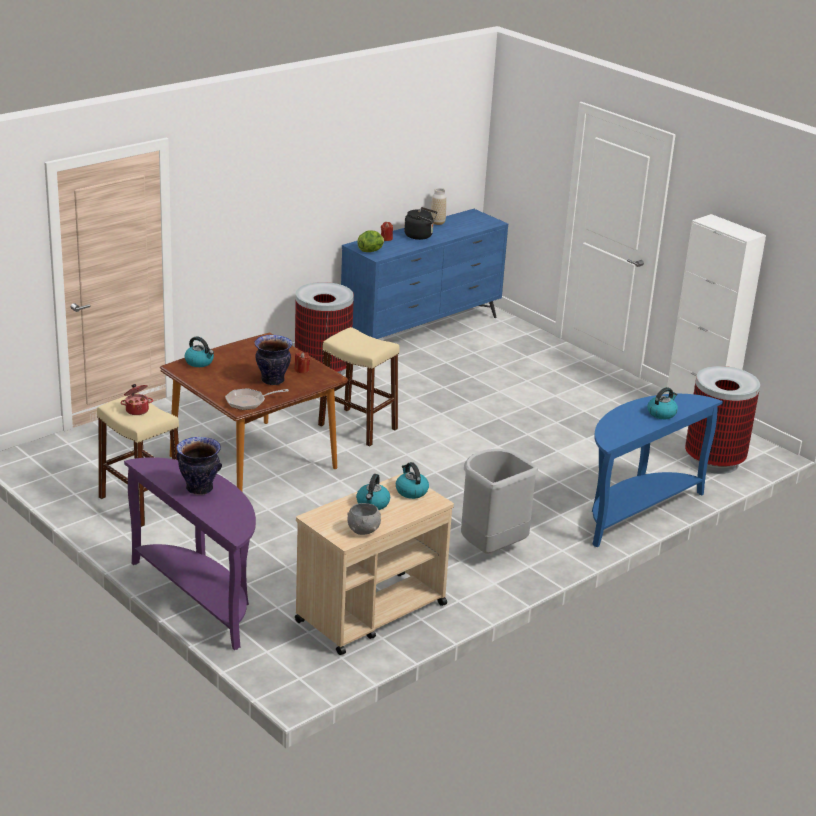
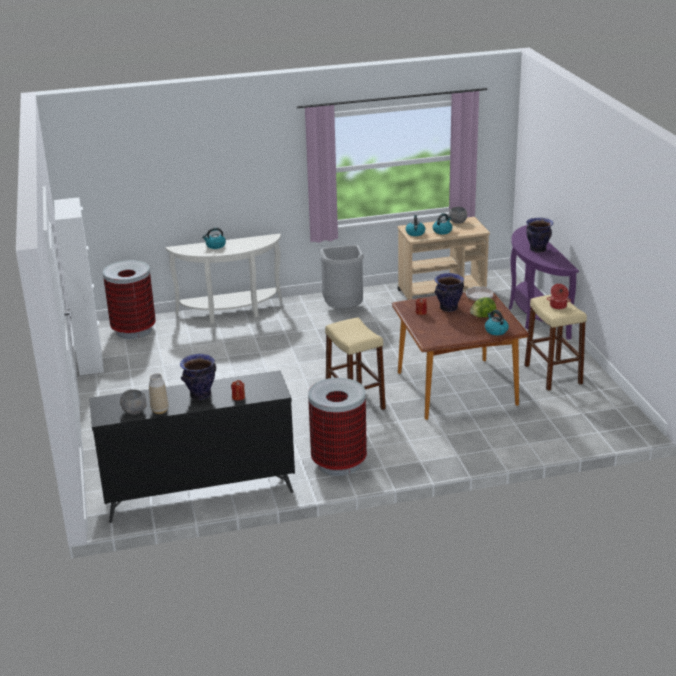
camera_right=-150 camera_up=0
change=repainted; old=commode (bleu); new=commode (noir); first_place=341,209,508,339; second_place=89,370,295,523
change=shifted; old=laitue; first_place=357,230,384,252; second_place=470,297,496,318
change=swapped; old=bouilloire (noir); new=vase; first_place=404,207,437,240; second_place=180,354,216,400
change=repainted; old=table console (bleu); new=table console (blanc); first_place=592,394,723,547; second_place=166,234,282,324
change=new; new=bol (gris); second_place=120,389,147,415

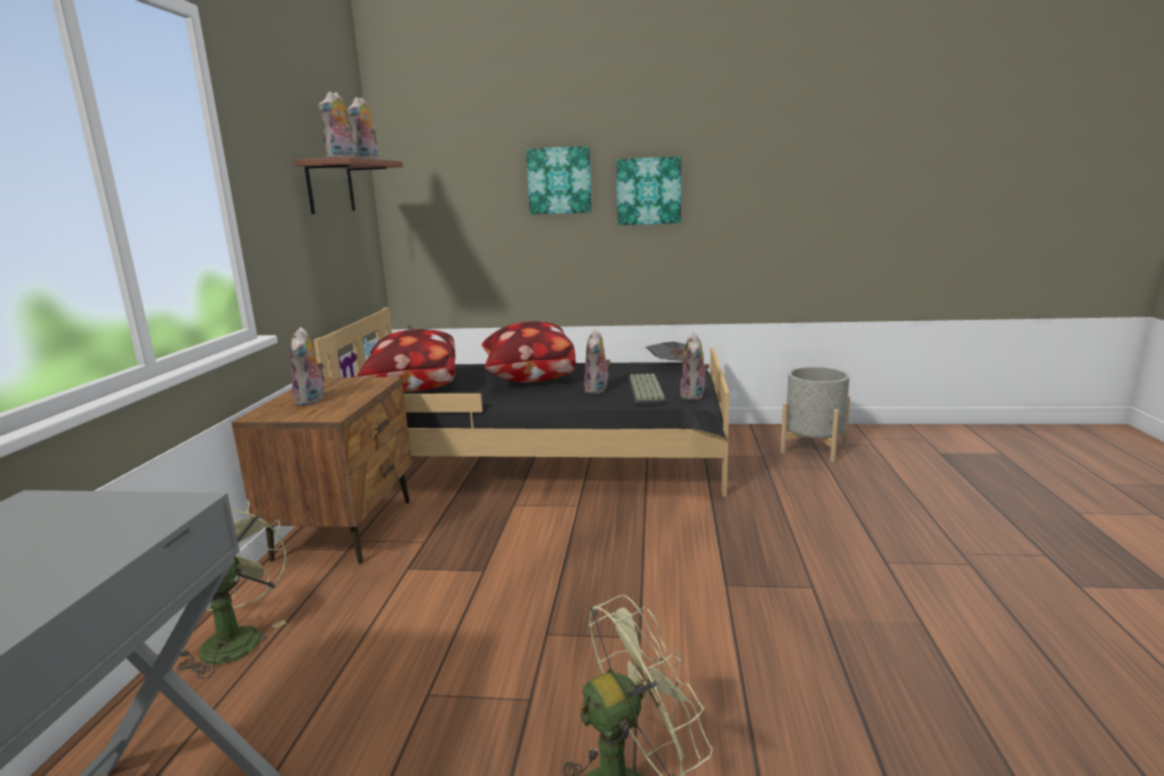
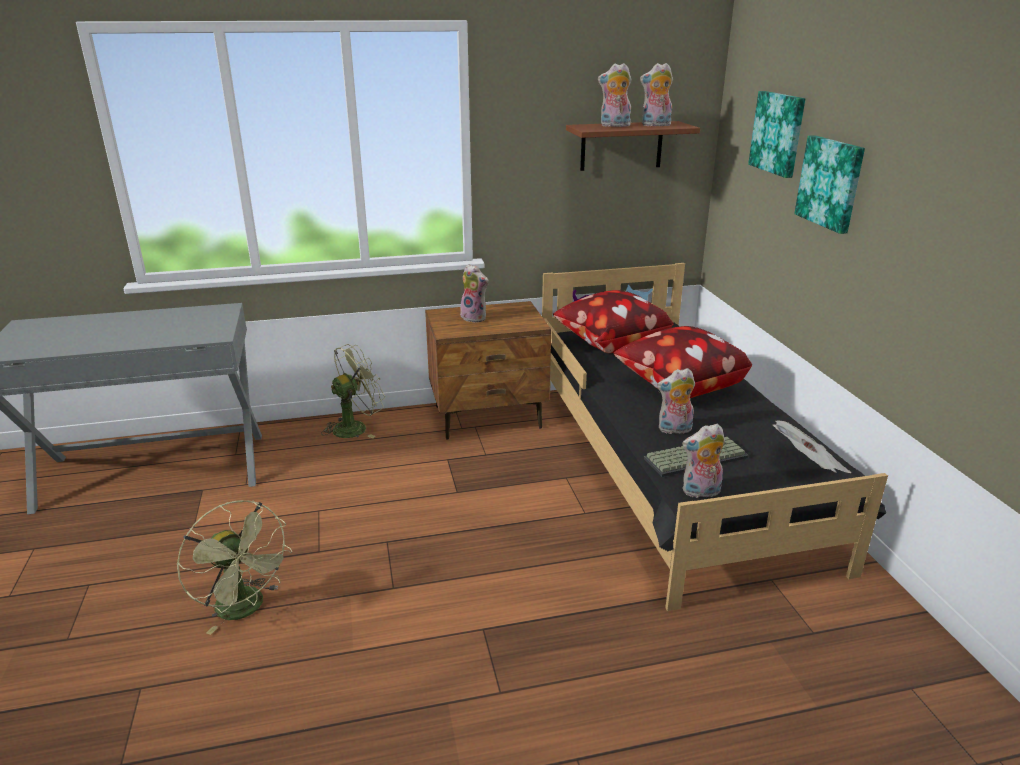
camera_right=70 camera_up=10
change=rotated; old=peluche; first_place=290,327,325,406; second_place=460,264,489,323; degrees=-120
change=shifted; old=tableau; first_place=616,156,681,225; second_place=748,91,805,178
change=gone; old=cache-pot (gris); first_place=780,367,850,462

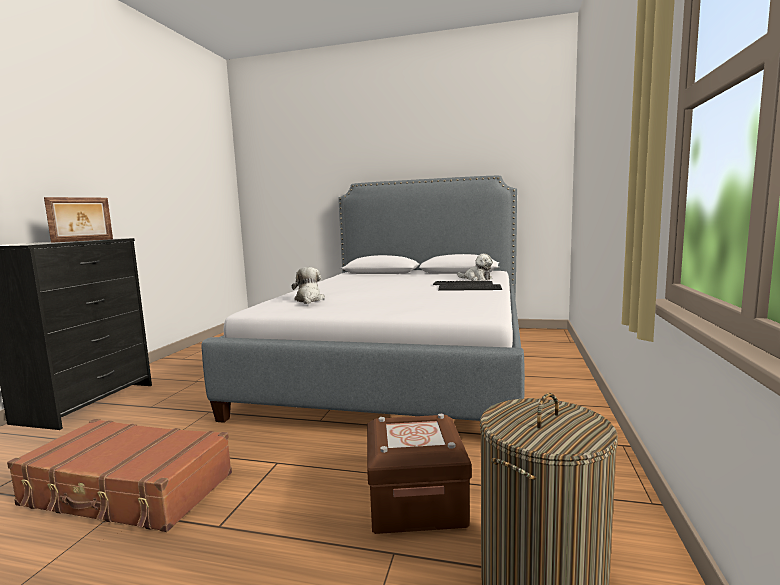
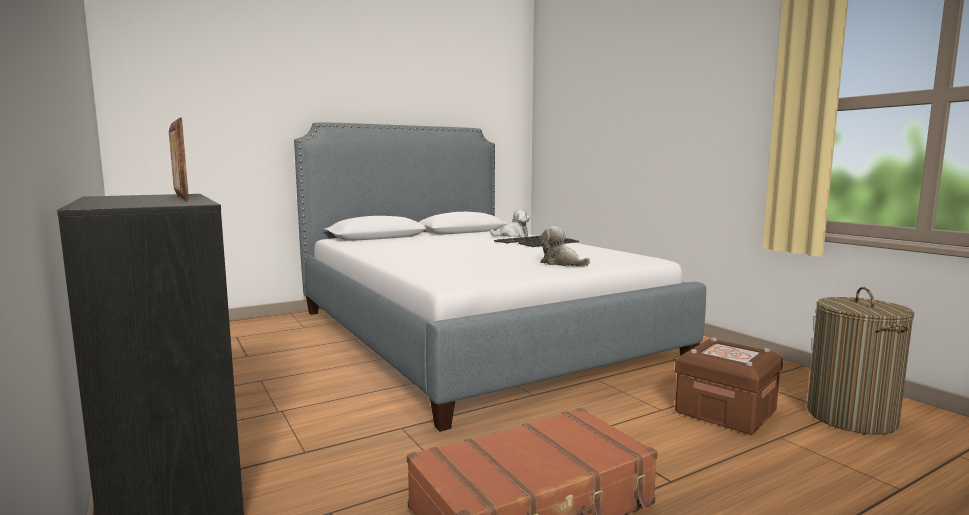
camera_right=-45 camera_up=0
change=rotated; old=cadre photo; first_place=44,197,113,243; second_place=169,118,189,200; degrees=150
change=shifted; old=peluche; first_place=292,267,325,304; second_place=540,226,590,266

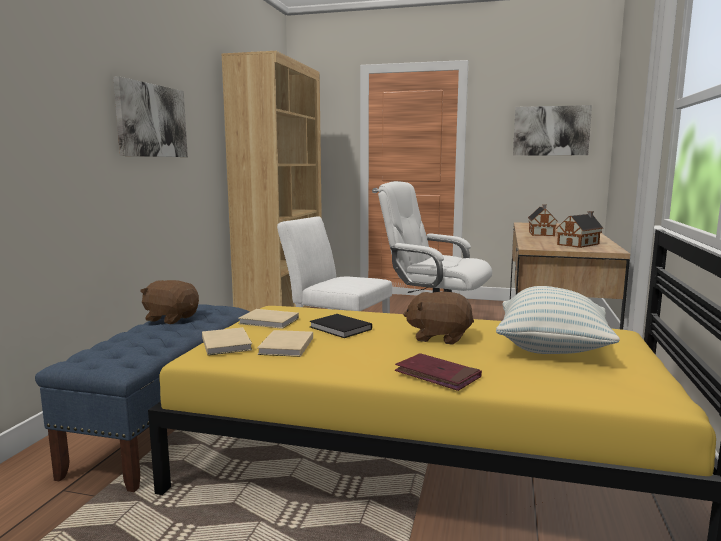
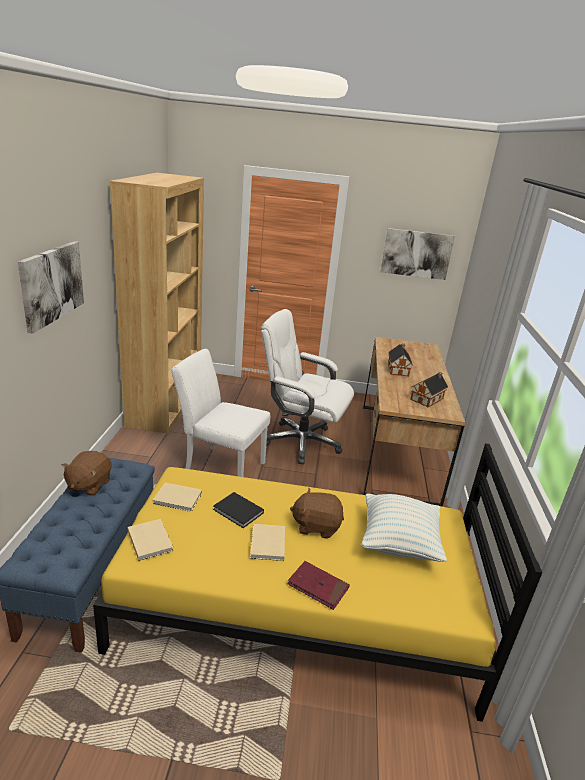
camera_right=-10 camera_up=15
change=rotated; old=peluche (marron); first_place=140,280,199,324; second_place=61,451,112,496; degrees=-90
change=shifted; old=livre (beige); first_place=257,330,313,357; second_place=250,524,285,561

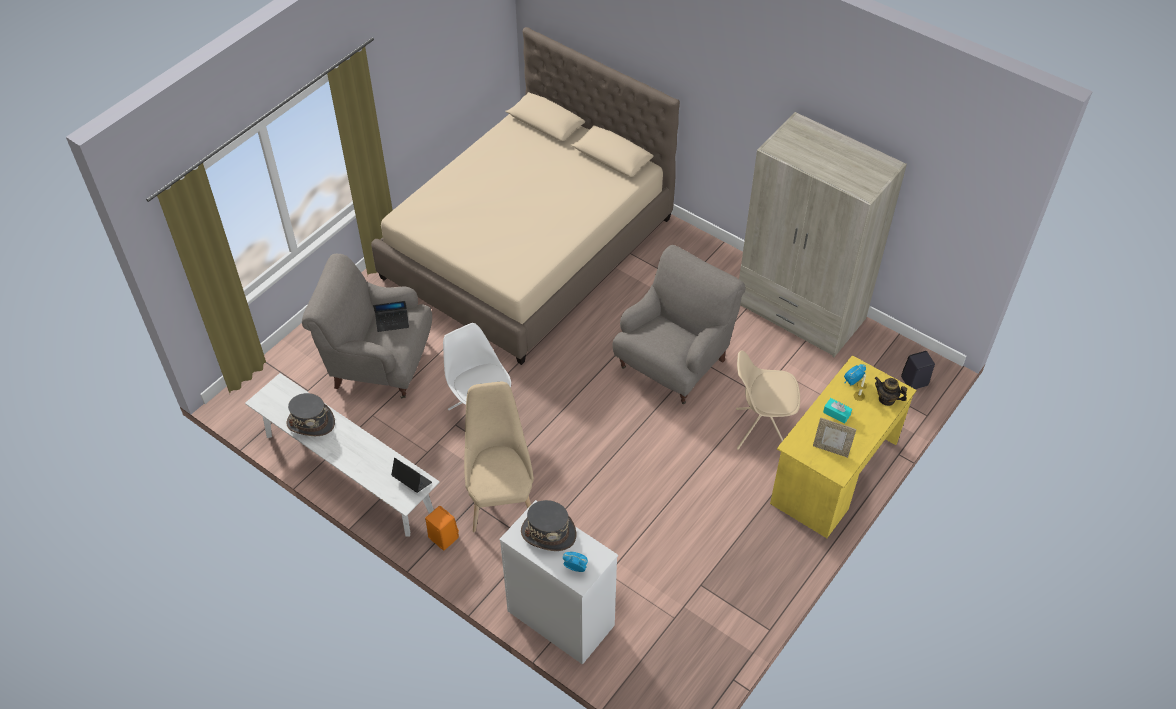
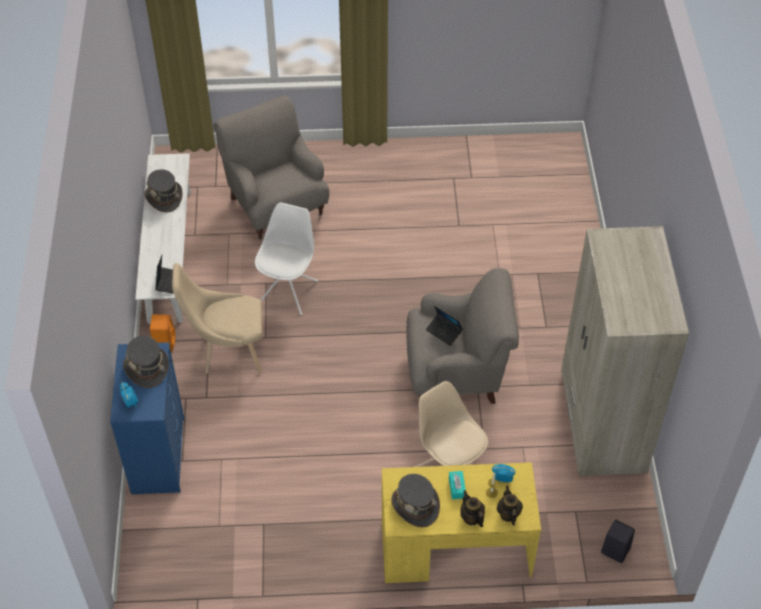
camera_right=50 camera_up=0
change=gone; old=lit (beige); first_place=371,27,680,365
change=shifted; old=ordinateur portable; first_place=373,301,409,332; second_place=426,306,463,346
change=rotated; old=chaise (beige); first_place=464,382,534,532; second_place=172,263,262,374; degrees=-135
change=repainted; old=commode (blanc); new=commode (bleu); first_place=499,500,618,665; second_place=110,342,185,494
change=swapped; old=cadre photo; new=chapeau (gris); first_place=813,418,856,458; second_place=391,474,440,527
change=new; new=théière; second_place=460,490,485,527

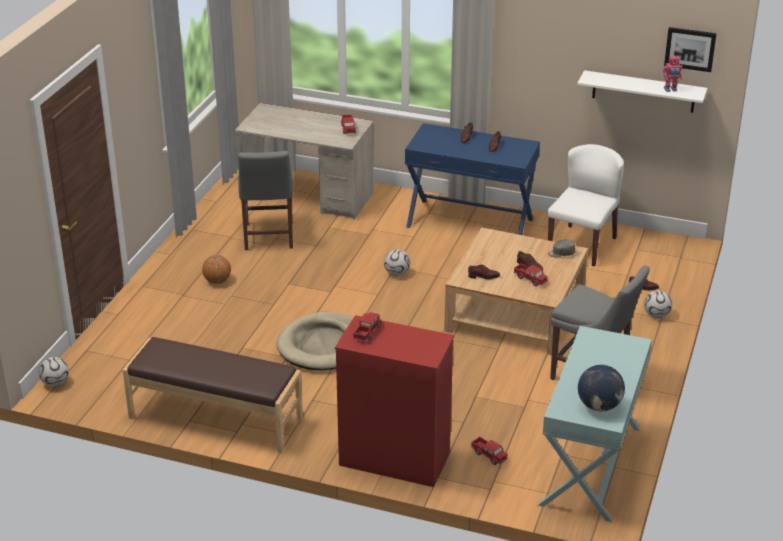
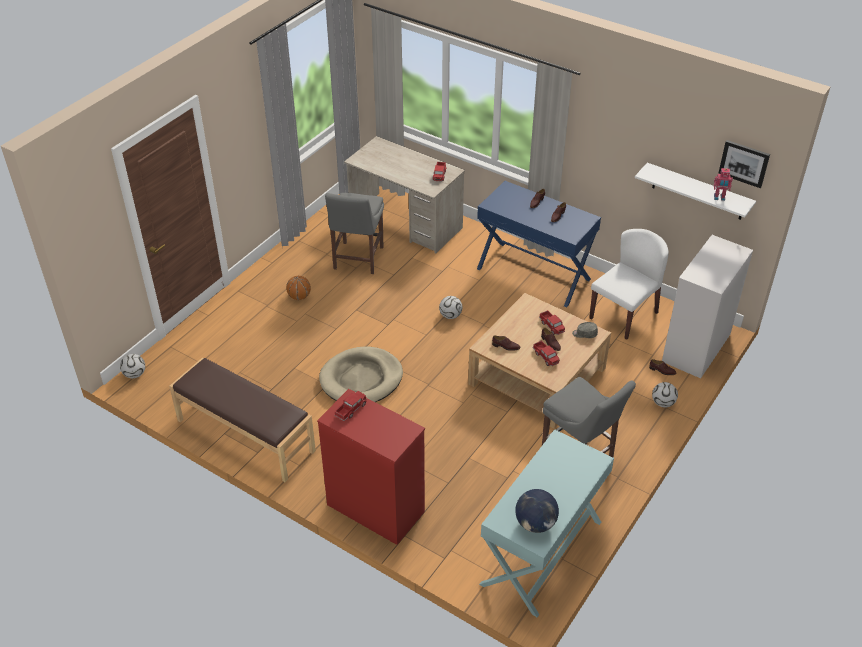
camera_right=15 camera_up=10
change=shifted; old=camion jouet; first_place=471,436,508,465; second_place=539,310,565,335
change=new; new=commode (blanc); second_place=662,235,753,378

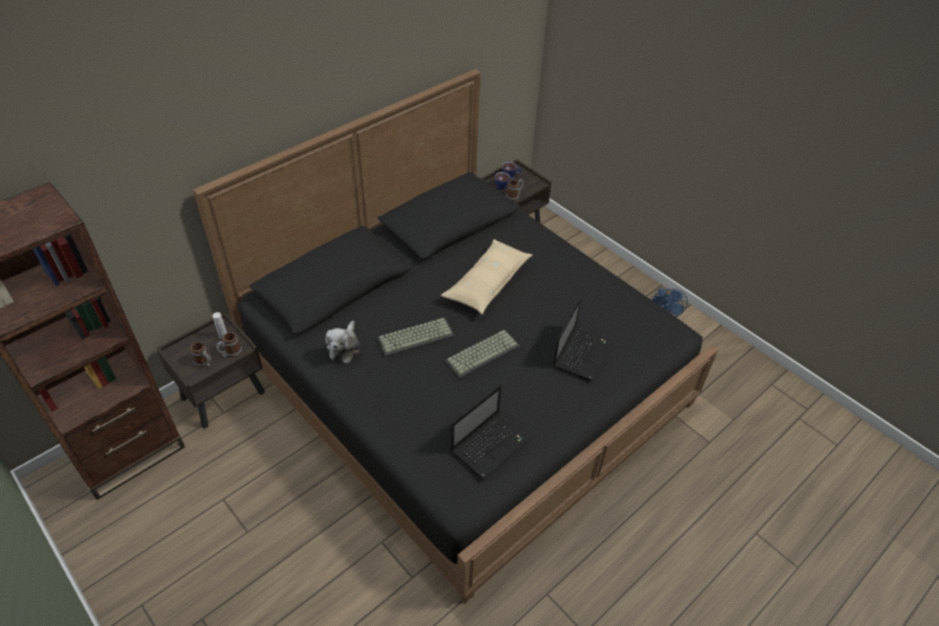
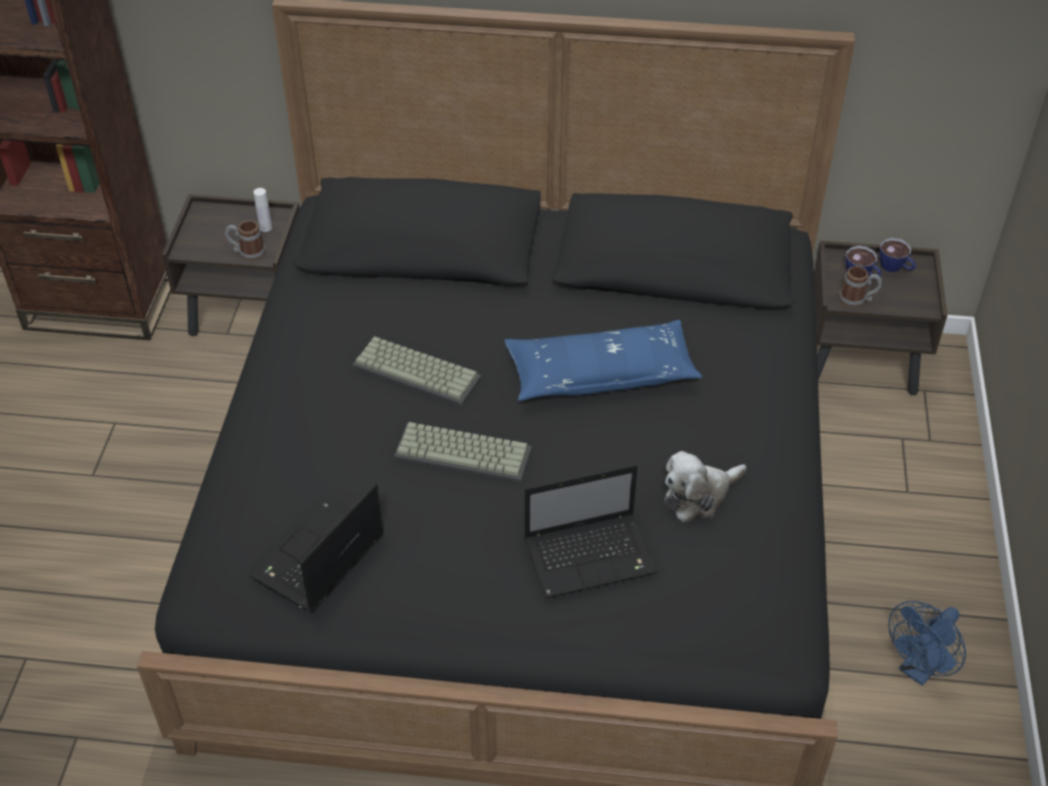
camera_right=50 camera_up=0
change=gone; old=mug; first_place=191,342,211,367
change=shifted; old=peluche; first_place=325,321,360,363; second_place=664,451,746,522
change=repainted; old=coussin (beige); new=coussin (bleu); first_place=441,239,532,314; second_place=504,320,702,401
change=rotated; old=ordinateur portable; first_place=451,385,530,479; second_place=250,484,383,612; degrees=120

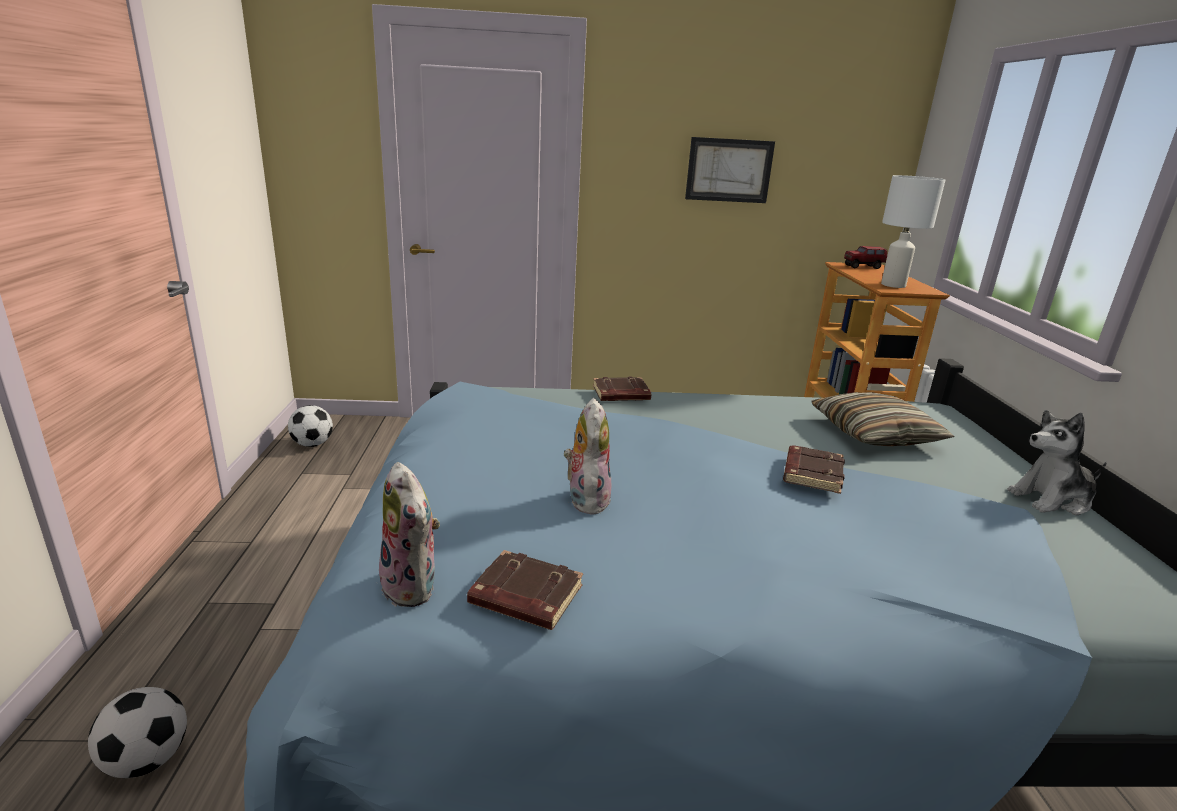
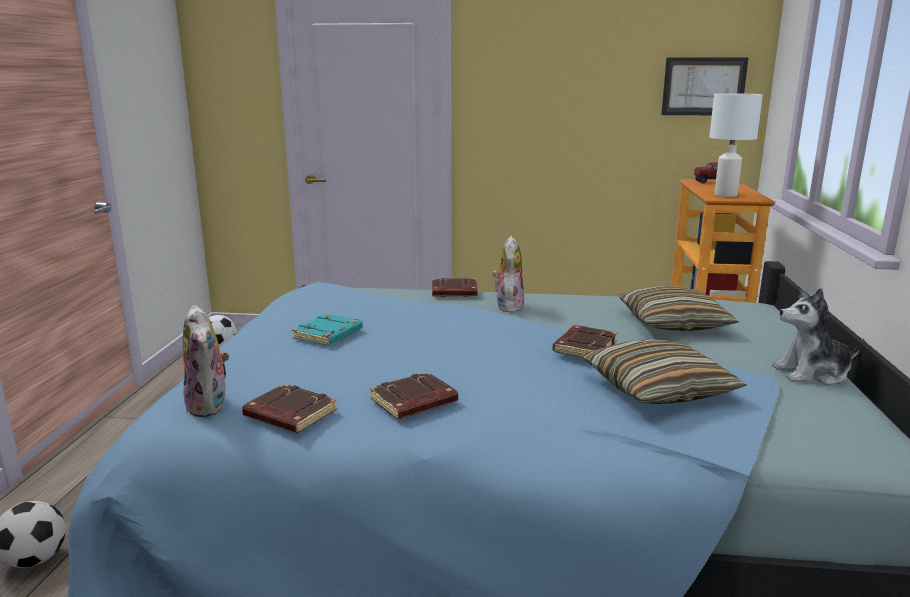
camera_right=10 camera_up=-5
change=shifted; old=peluche; first_place=564,398,611,515; second_place=492,236,524,313
change=shifted; old=tableau; first_place=685,137,775,203; second_place=661,57,749,115
change=new; new=livre (turquoise); second_place=292,313,363,346
change=new; new=livre (marron); second_place=370,372,458,419
change=new; new=coussin; second_place=582,339,747,404

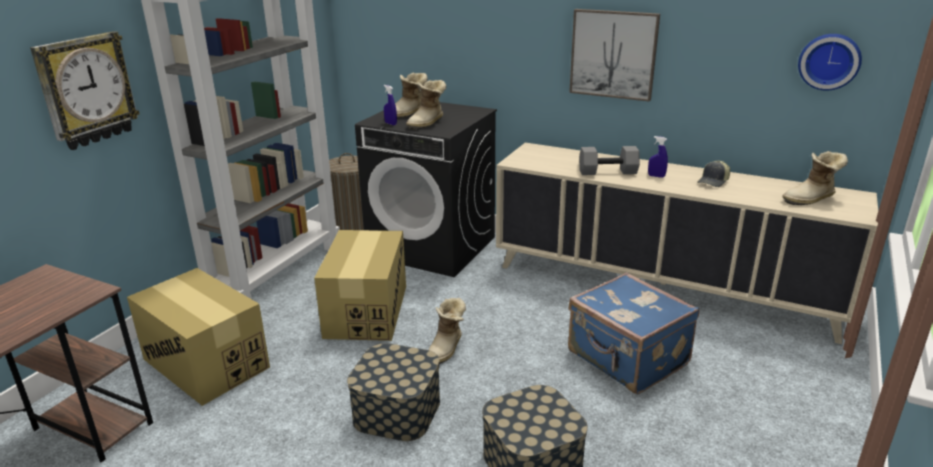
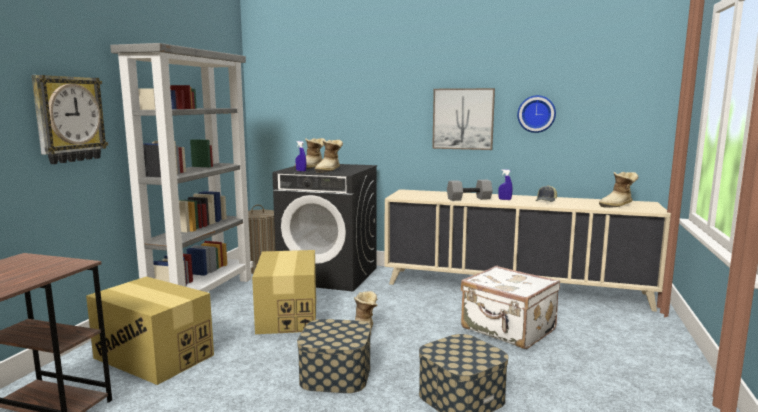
camera_right=-10 camera_up=-15
change=repainted; old=valise (bleu); new=valise (blanc); first_place=568,272,699,394; second_place=461,266,560,349
change=shifted; old=horloge murale; first_place=798,34,862,91; second_place=517,95,556,133

